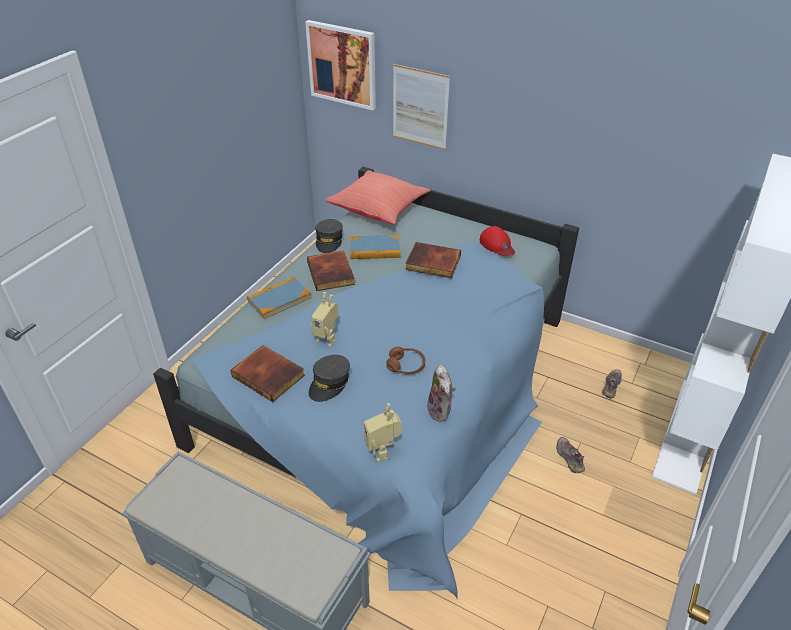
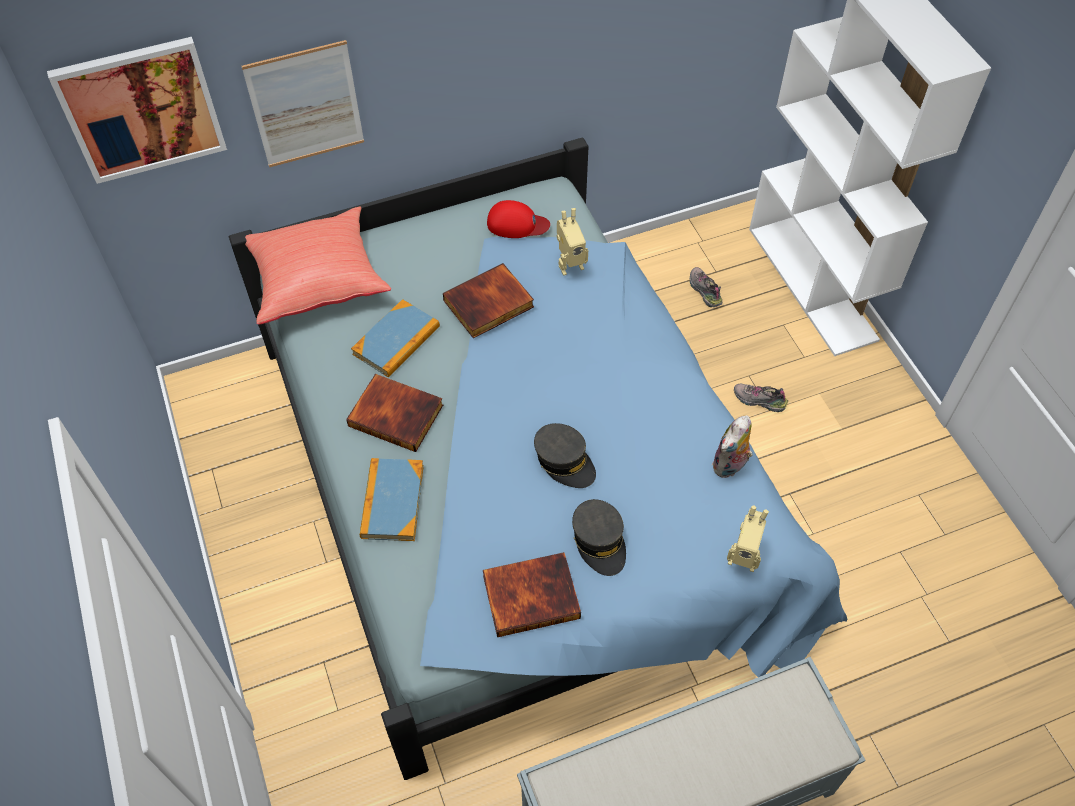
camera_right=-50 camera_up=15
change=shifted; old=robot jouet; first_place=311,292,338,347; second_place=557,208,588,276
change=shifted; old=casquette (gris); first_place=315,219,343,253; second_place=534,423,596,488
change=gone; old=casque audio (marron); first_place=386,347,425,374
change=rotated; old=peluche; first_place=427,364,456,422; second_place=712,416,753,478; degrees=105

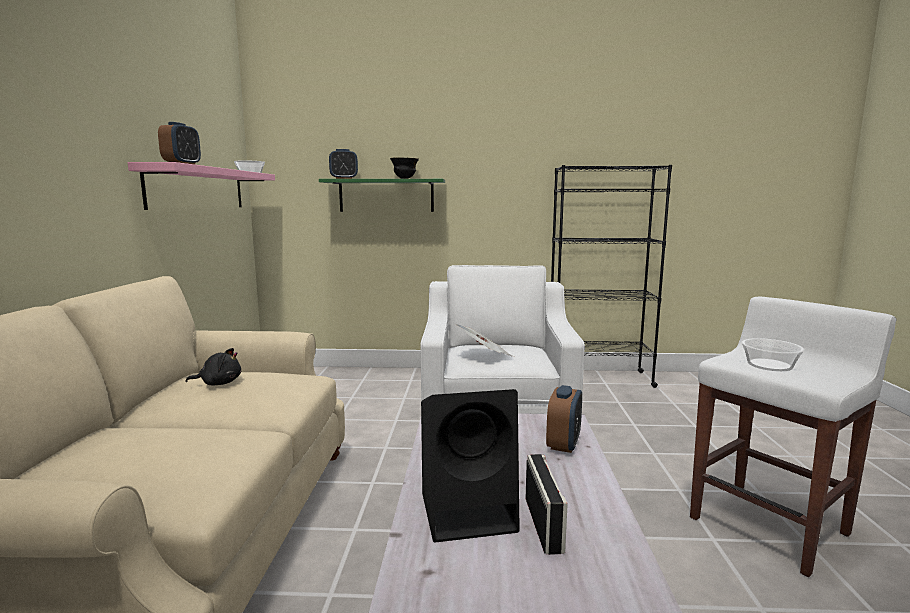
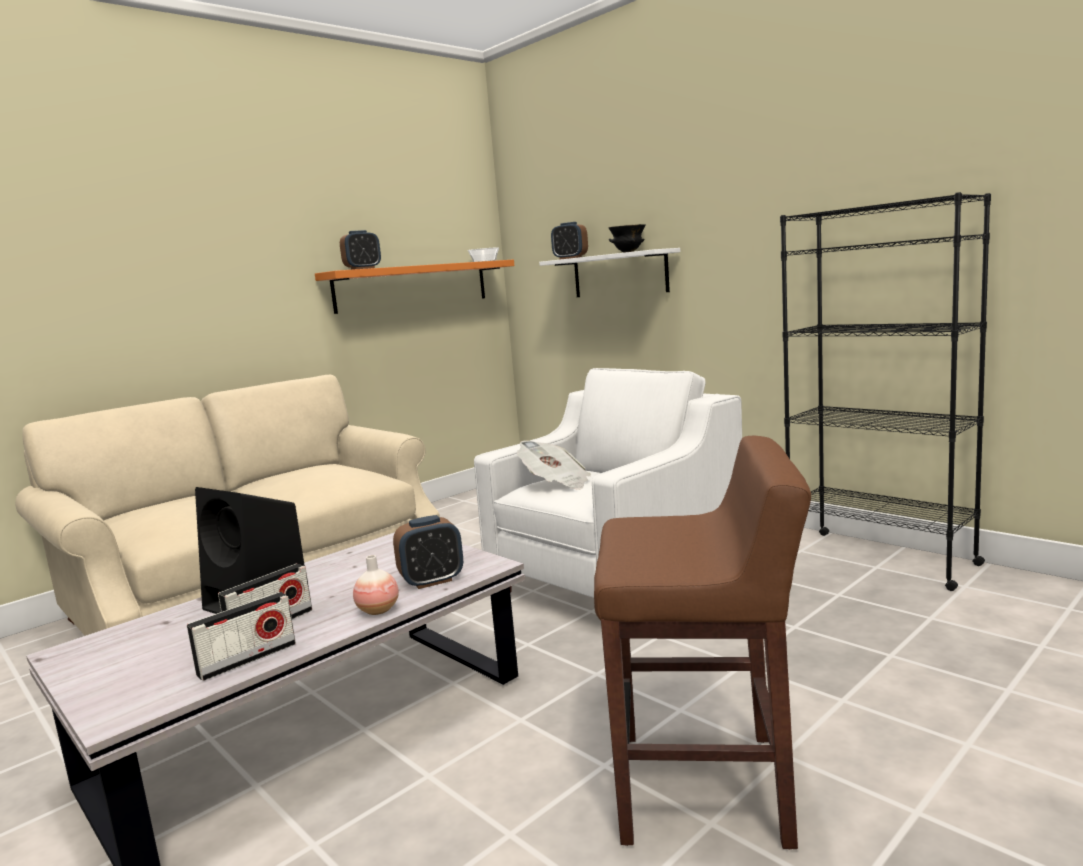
camera_right=45 camera_up=0
change=repainted; old=étagère (rose); new=étagère (orange); first_place=128,162,275,210; second_place=315,259,514,314
change=gone; old=peluche (noir); first_place=185,348,241,386
change=repainted; old=étagère (vert); new=étagère (blanc); first_place=319,179,445,212; second_place=539,248,680,297
change=repainted; old=tabouret (blanc); new=tabouret (marron); first_place=690,297,897,577; second_place=594,436,811,849
change=gone; old=bol; first_place=742,338,804,371
change=new; new=radio; second_place=187,592,296,681
change=new; new=vase; second_place=353,555,399,615

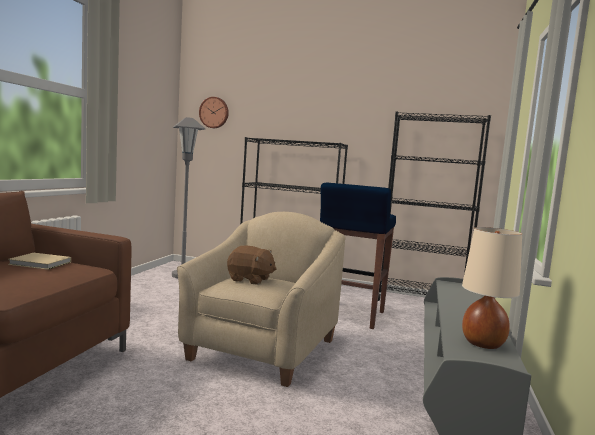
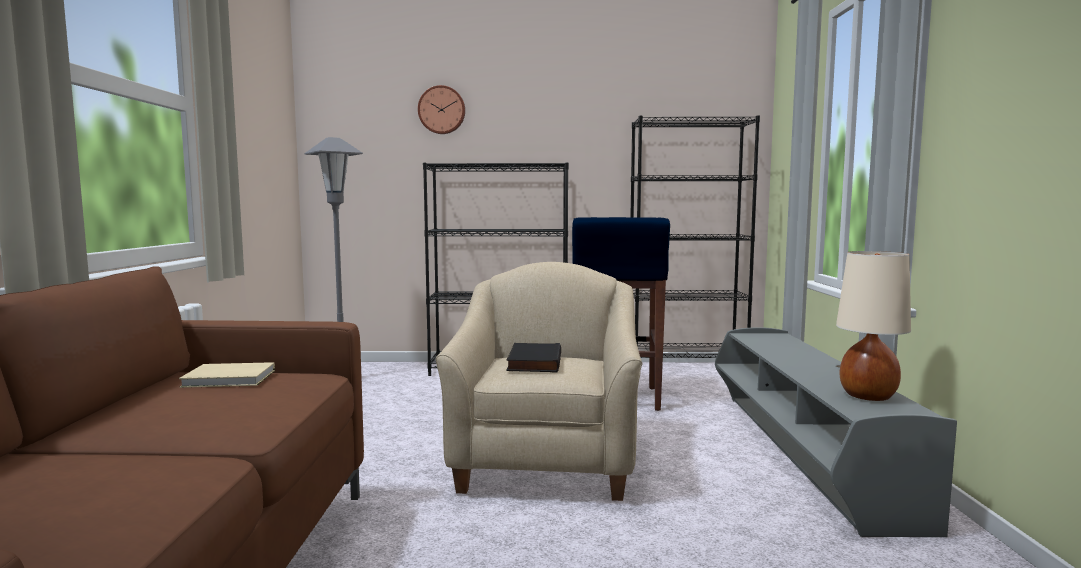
camera_right=-15 camera_up=0
change=shifted; old=horloge murale; first_place=199,97,229,128; second_place=418,85,465,134
change=swapped; old=peluche (marron); new=livre (noir); first_place=227,246,277,285; second_place=506,343,561,373

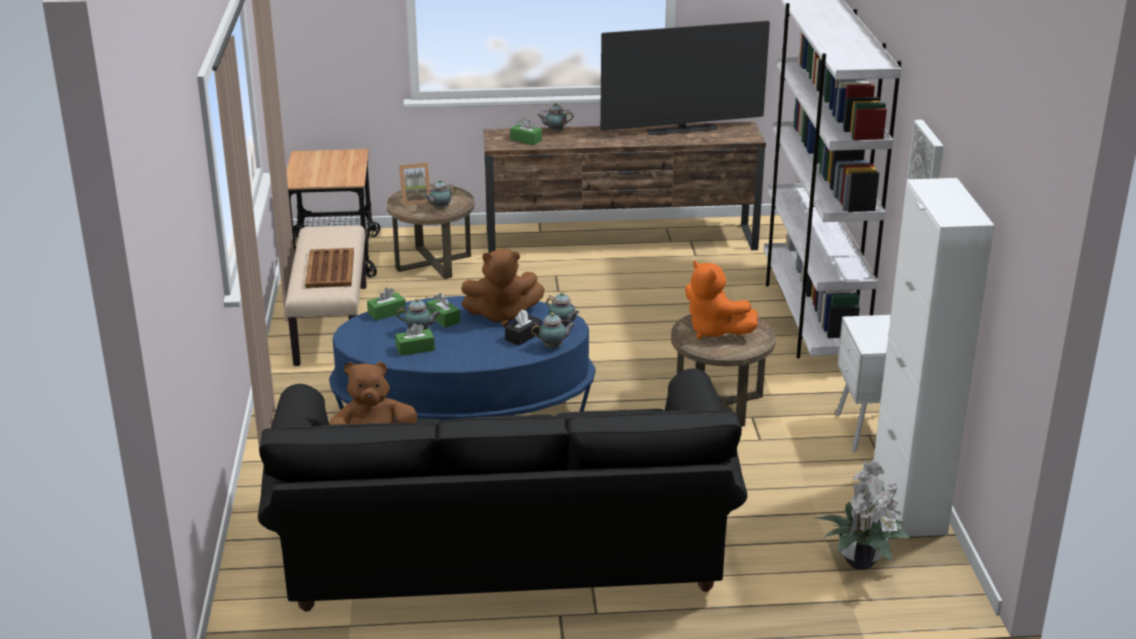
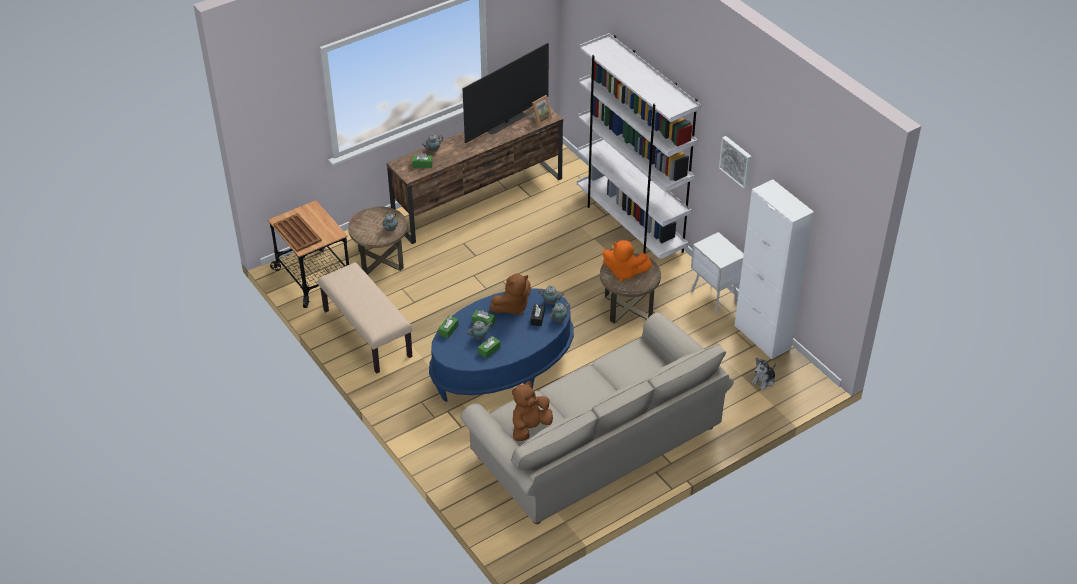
camera_right=-30 camera_up=15
change=repainted; old=canapé (noir); new=canapé (beige); first_place=258,368,747,611; second_place=460,312,734,524
change=shifted; old=plateau (marron); first_place=305,248,354,288; second_place=273,213,322,252
change=shifted; old=cadre photo; first_place=399,163,431,206; second_place=528,95,553,127
change=swapped; old=plante en pot; new=peluche; first_place=815,459,912,570; second_place=751,357,776,391

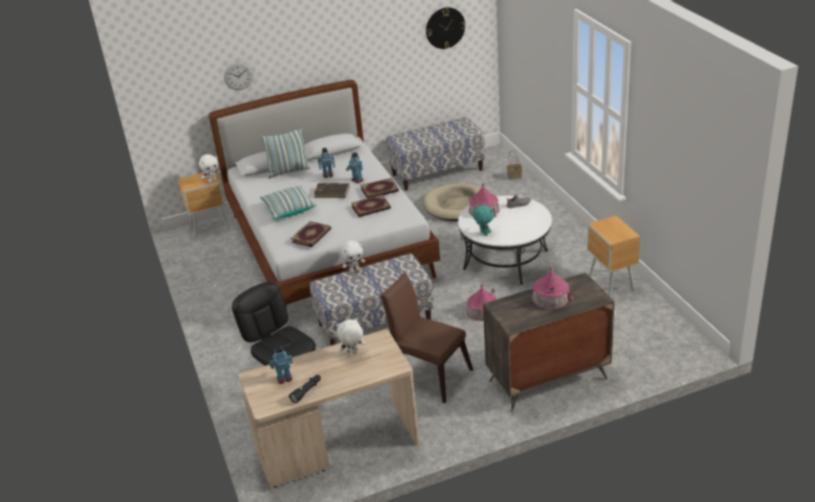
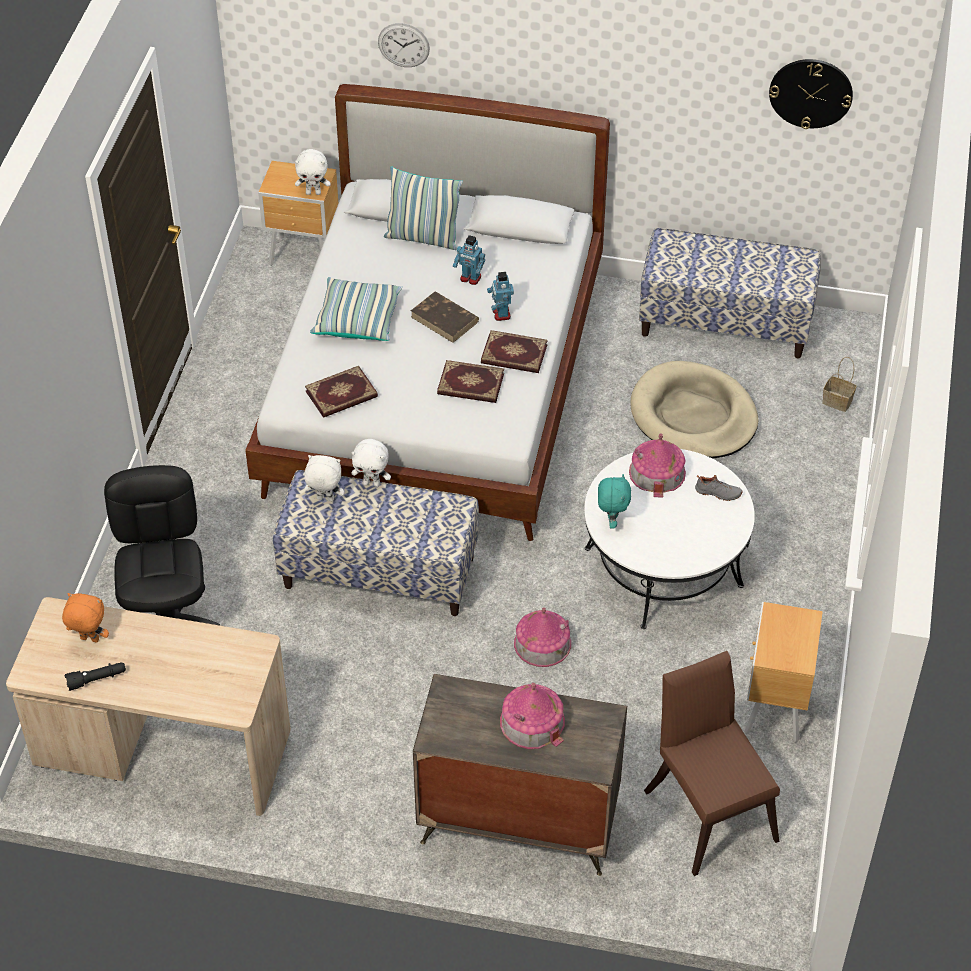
camera_right=30 camera_up=15
change=swapped; old=robot jouet; new=peluche (orange); first_place=269,346,293,384; second_place=62,593,109,642
change=shifted; old=peluche (blanc); first_place=336,318,365,356; second_place=304,455,344,501
change=shifted; old=chaise (marron); first_place=381,273,473,403; second_place=644,651,780,876

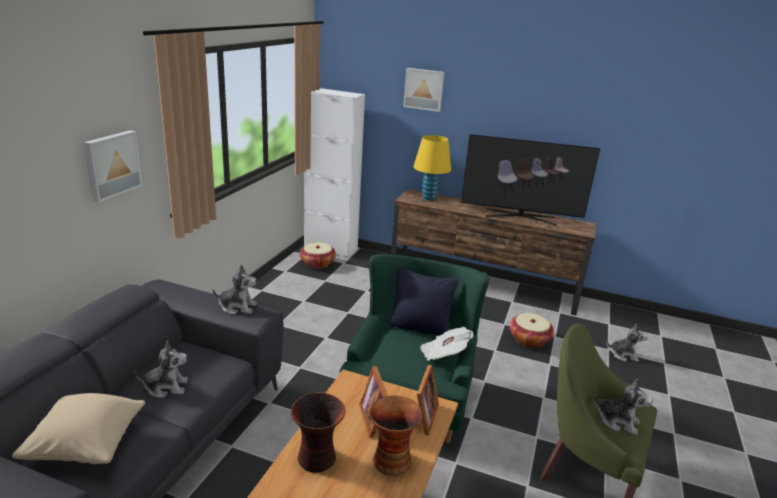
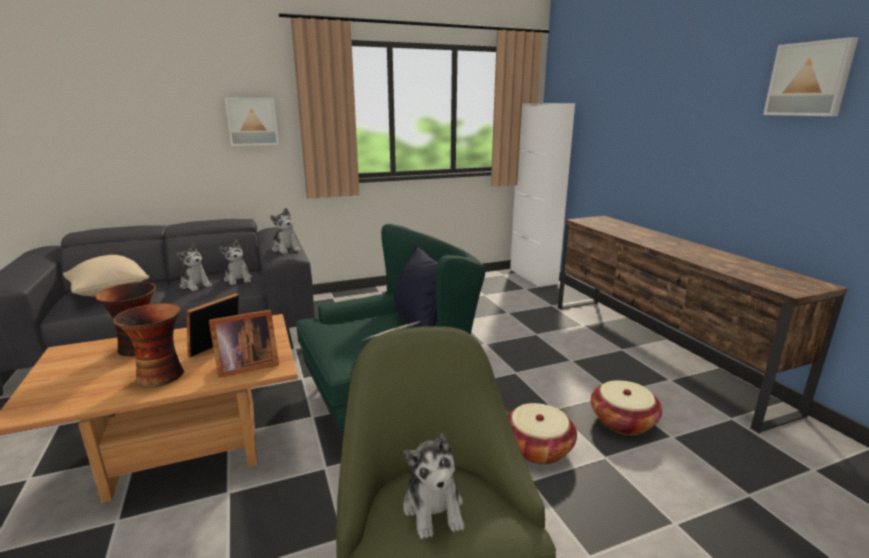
camera_right=50 camera_up=-5
change=shifted; old=panier; first_place=300,242,336,269; second_place=507,403,577,465
change=shifted; old=tableau; first_place=403,68,445,112; second_place=763,37,859,116
change=gone; old=lampe de table (jaune); first_place=413,135,451,201
change=gone; old=téléviseur; first_place=461,134,600,226
change=shifted; old=peluche; first_place=606,324,648,362; second_place=219,239,252,285

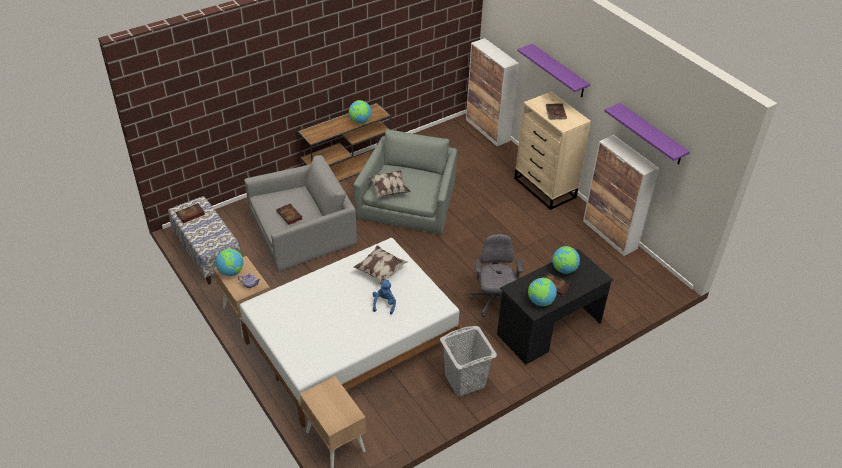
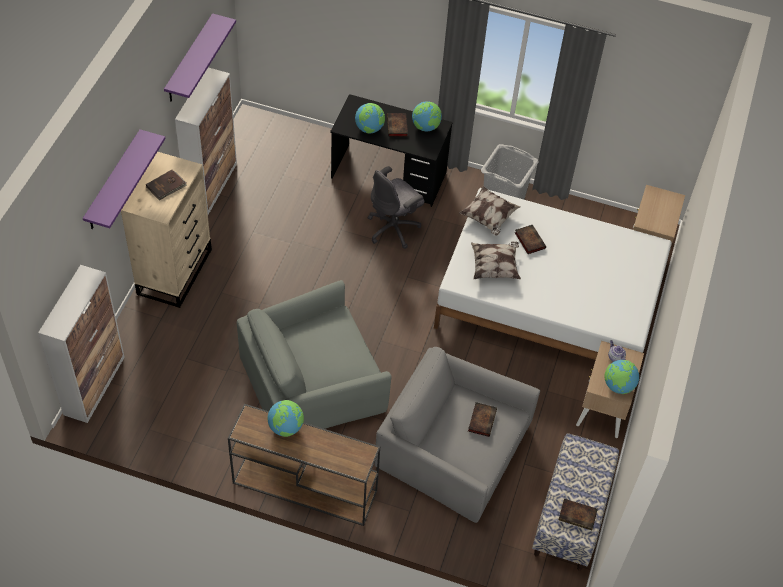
camera_right=-130 camera_up=10
change=shifted; old=coussin; first_place=368,170,411,198; second_place=459,186,521,236
change=swapped; old=peluche (bleu); new=livre; first_place=373,280,396,314; second_place=515,225,546,254

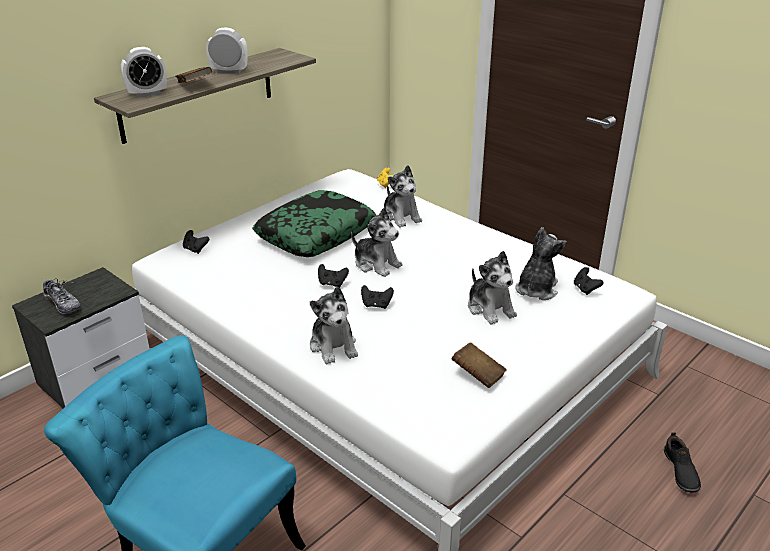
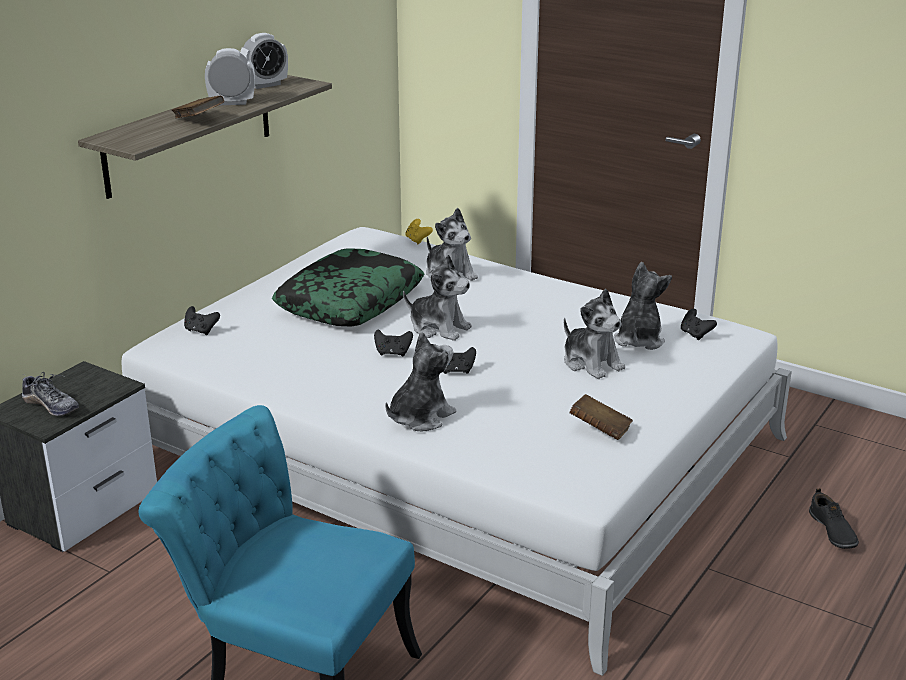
camera_right=-10 camera_up=-5
change=shifted; old=réveil; first_place=121,47,167,98; second_place=240,33,288,89
change=rotated; old=peluche; first_place=310,287,358,364; second_place=385,332,456,431; degrees=-105

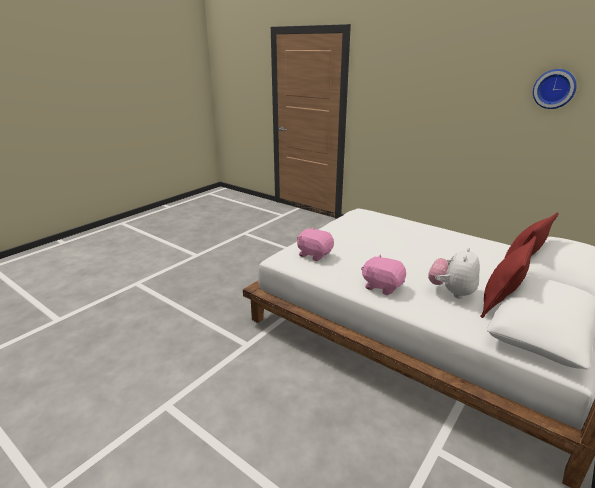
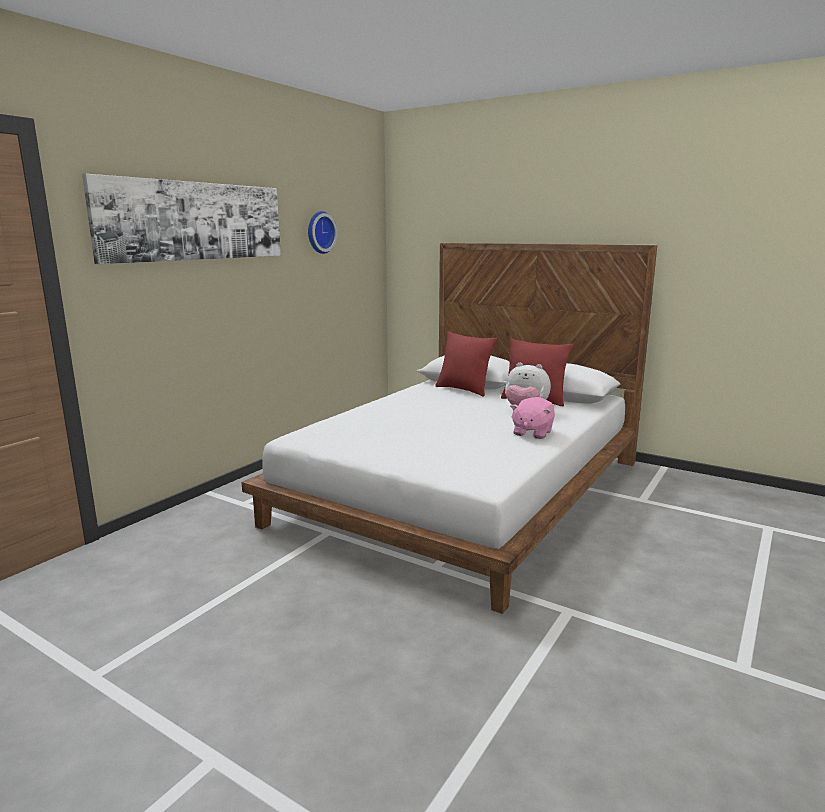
camera_right=-95 camera_up=-10
change=gone; old=peluche (rose); first_place=297,228,334,261
change=new; new=tableau; second_place=82,174,281,264

